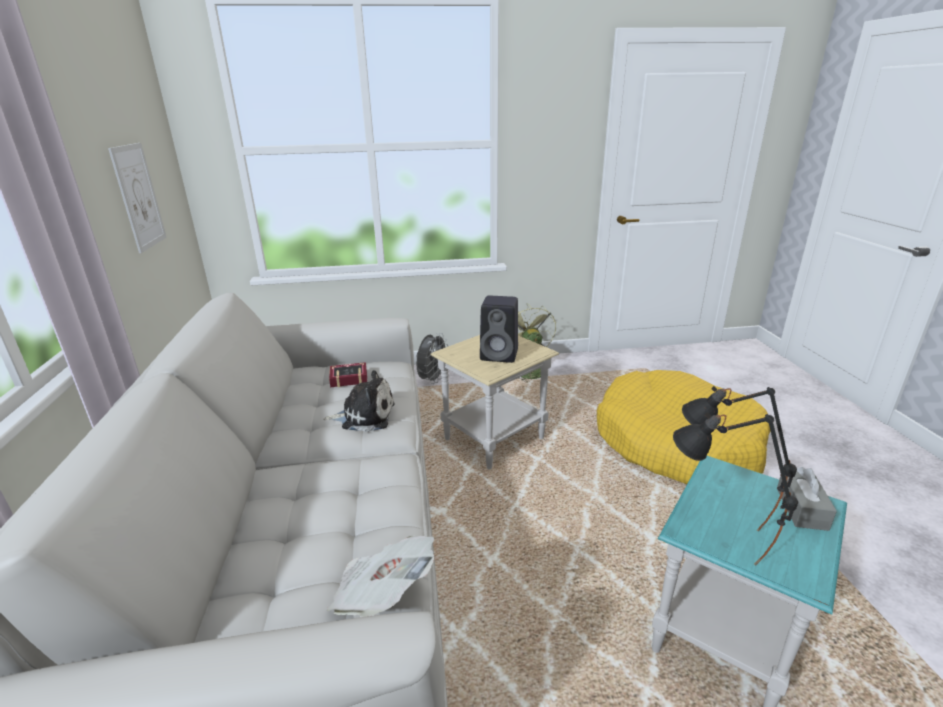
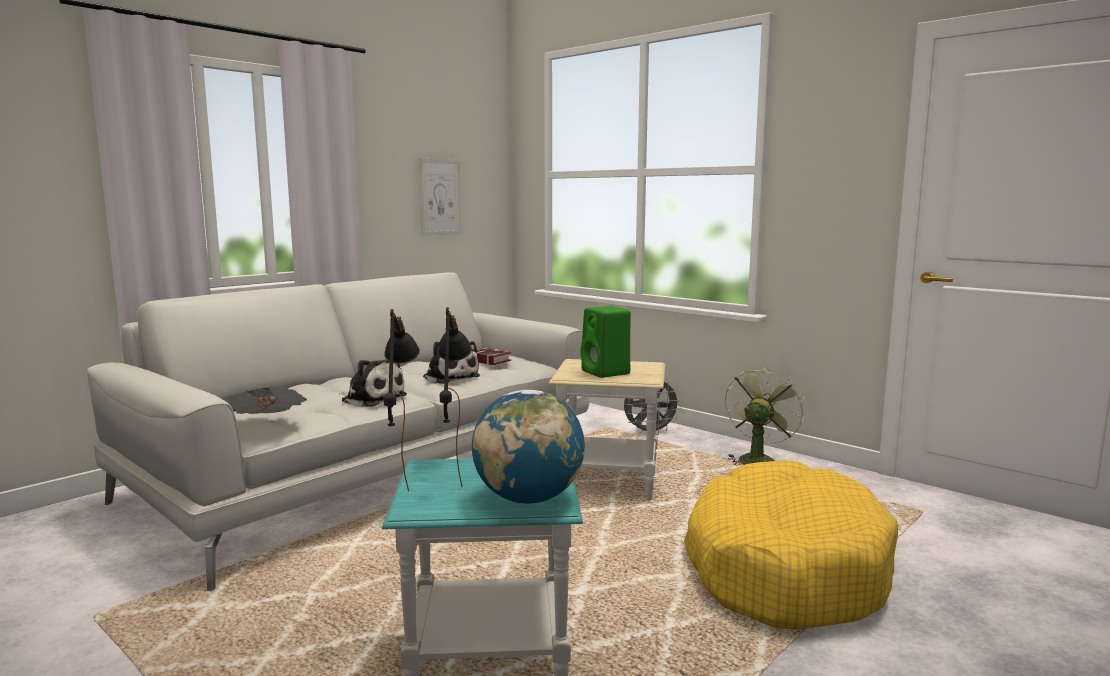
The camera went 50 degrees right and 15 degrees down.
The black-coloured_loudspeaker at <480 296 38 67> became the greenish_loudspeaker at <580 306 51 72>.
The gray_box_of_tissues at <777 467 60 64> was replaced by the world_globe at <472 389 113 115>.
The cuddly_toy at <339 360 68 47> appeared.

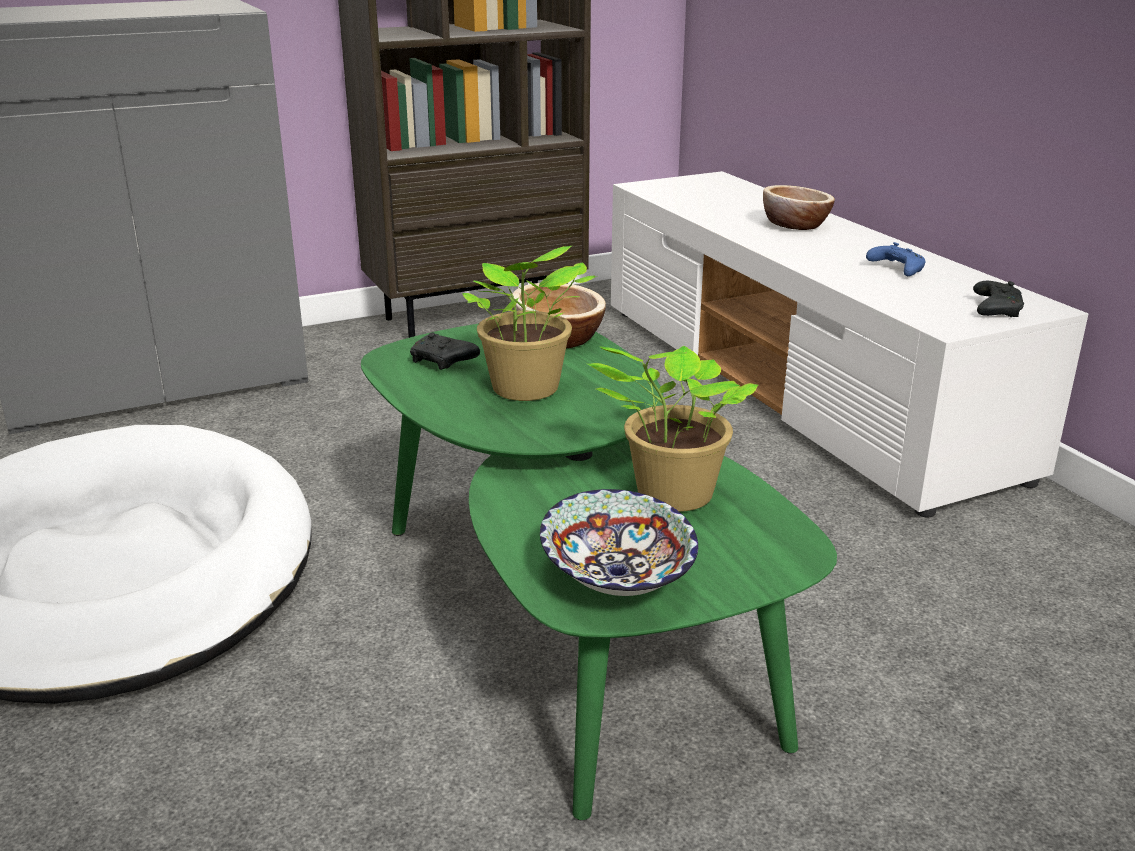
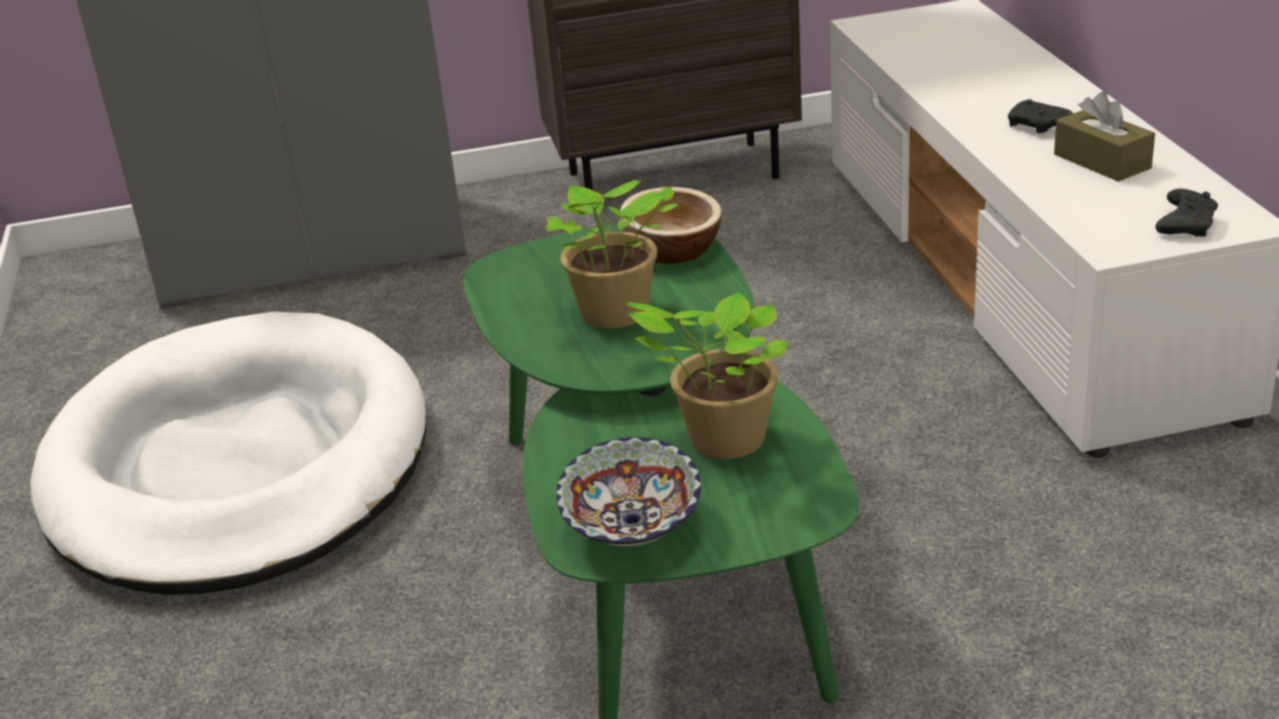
The camera went 15 degrees right and 5 degrees up.
The serving_bowl at <763 185 72 45> disappeared.
The bluish_game_controller at <866 242 59 34> was replaced by the brown-coloured_box_of_tissues at <1054 91 101 91>.
The black-coloured_game_controller moved from <410 333 70 37> to <1008 99 65 35>.

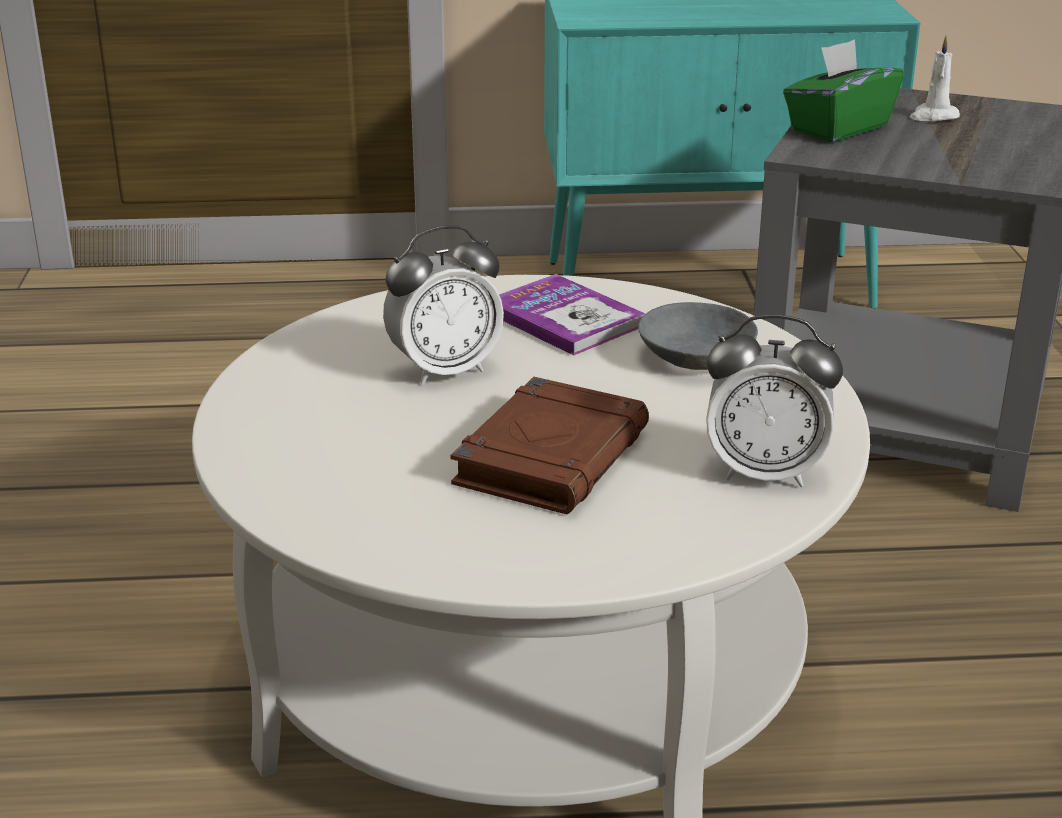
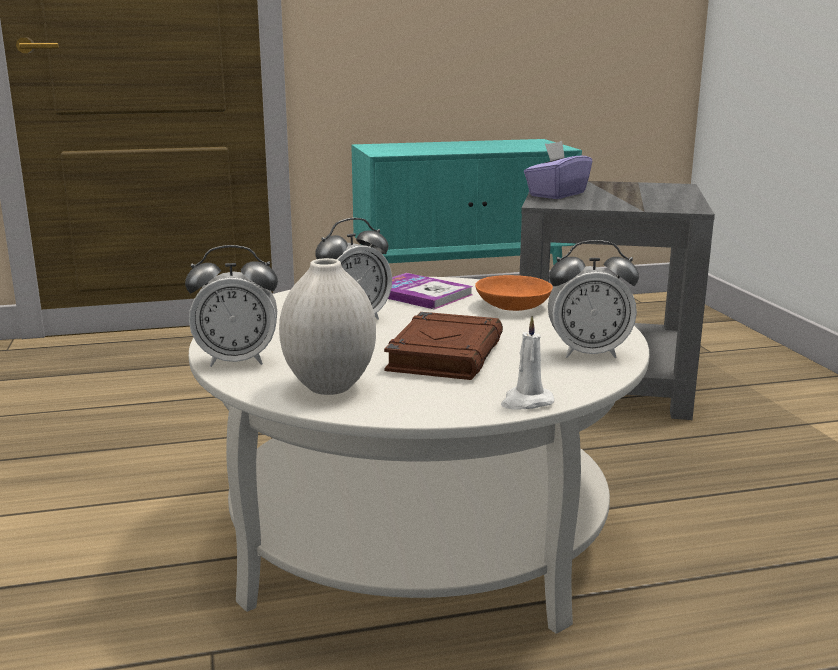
The camera went 10 degrees left and 10 degrees down.
The white_candle moved from <910 36 50 85> to <501 316 53 93>.
The greenish_box_of_tissues at <783 39 121 103> became the purple-coloured_box_of_tissues at <524 141 68 58>.
The gray_serving_bowl at <638 302 120 68> became the orangey_serving_bowl at <475 275 78 36>.
The table_clock at <185 245 93 122> appeared.
The white_flower_vase at <279 258 97 137> appeared.

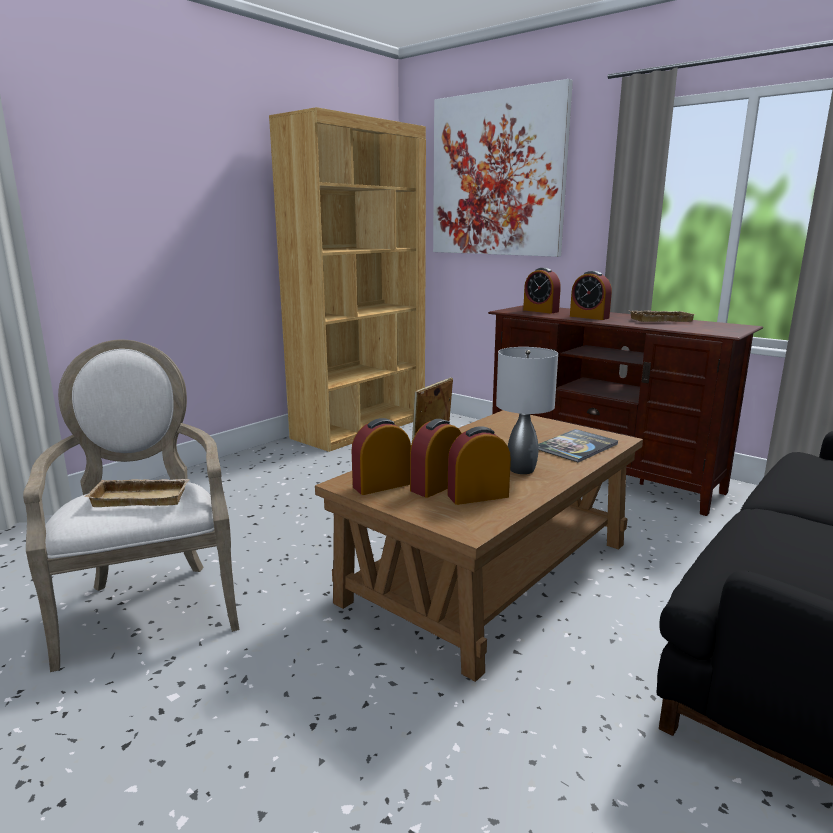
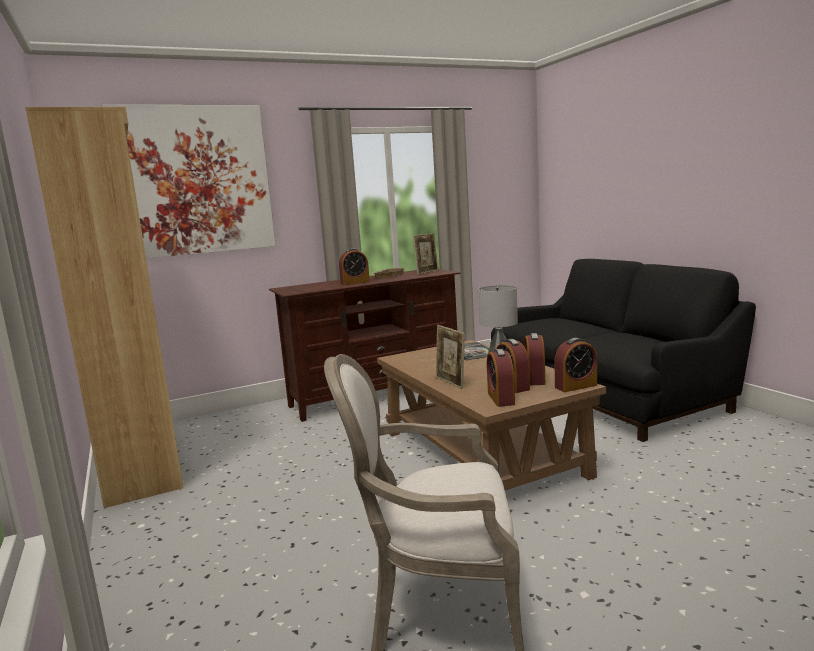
The camera went 65 degrees left and 5 degrees down.
The table_clock moved from <523 268 38 45> to <554 338 43 54>.
The beige_serving_tray at <84 479 106 28> disappeared.
The photo_frame at <413 233 25 42> appeared.

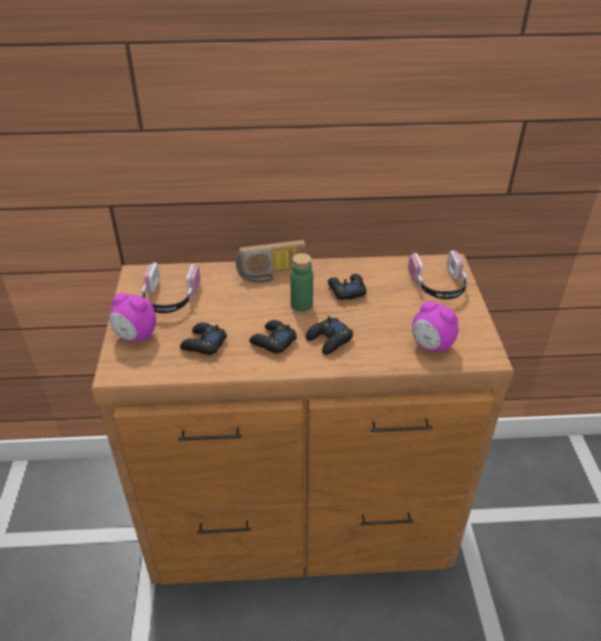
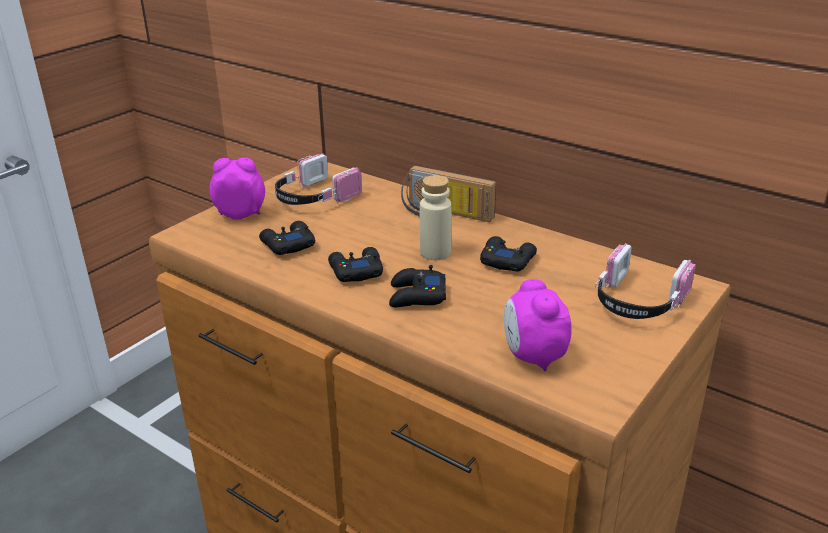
The camera went 40 degrees right and 10 degrees down.
The greenish_bottle at <290 253 23 59> became the beige_bottle at <420 175 32 85>.
The table_clock at <110 293 46 48> turned 120 degrees clockwise.

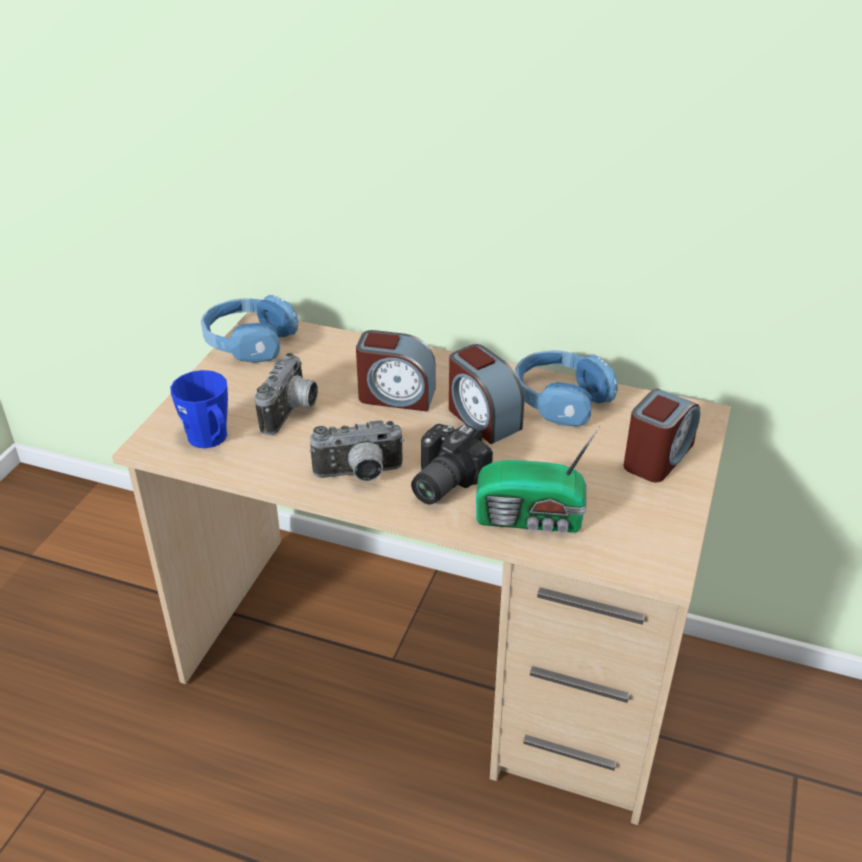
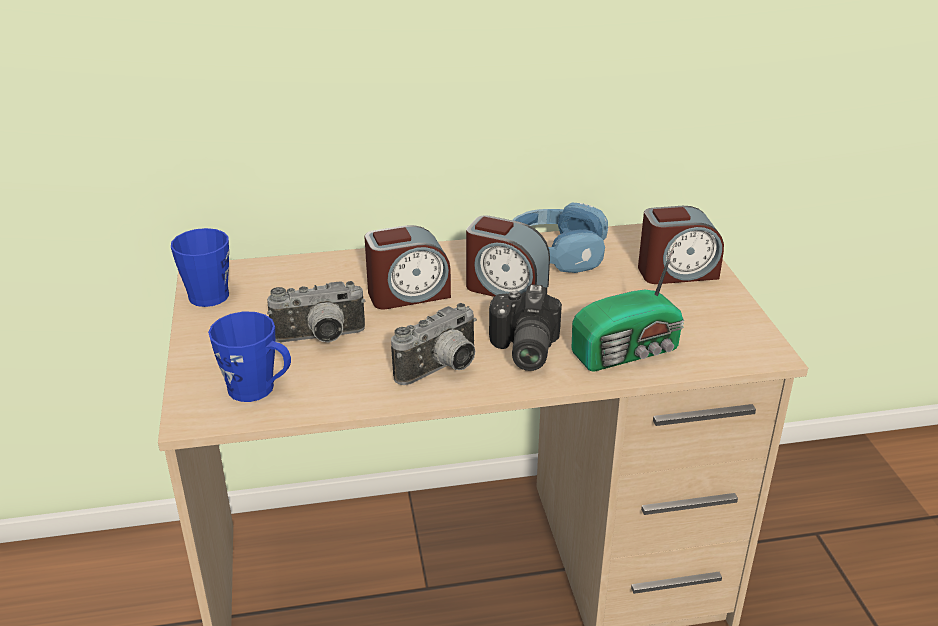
The camera went 30 degrees left and 5 degrees down.
The bluish_pair_of_headphones at <201 295 97 68> was replaced by the bluish_coffee_mug at <171 228 58 79>.
The photo_camera at <254 353 64 82> turned 90 degrees clockwise.
The table_clock at <623 388 77 94> turned 75 degrees clockwise.

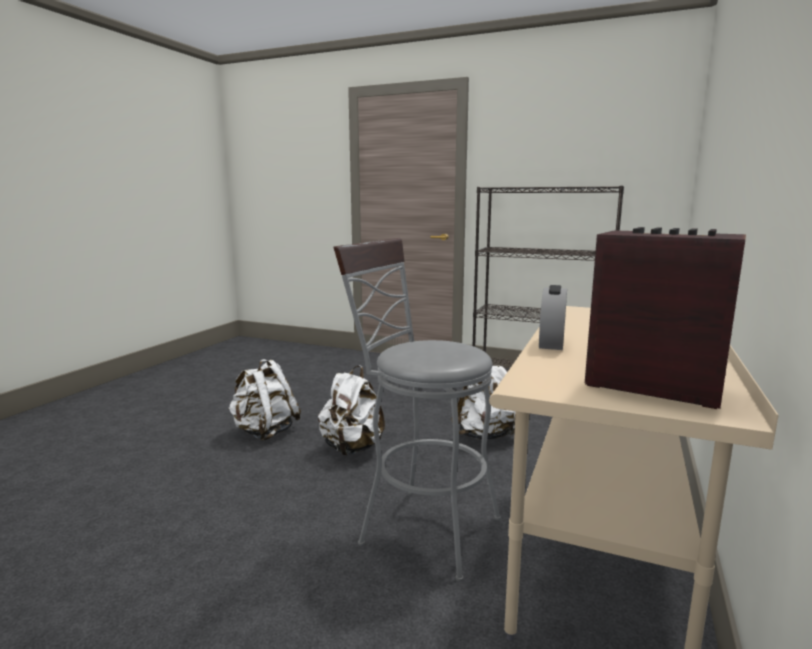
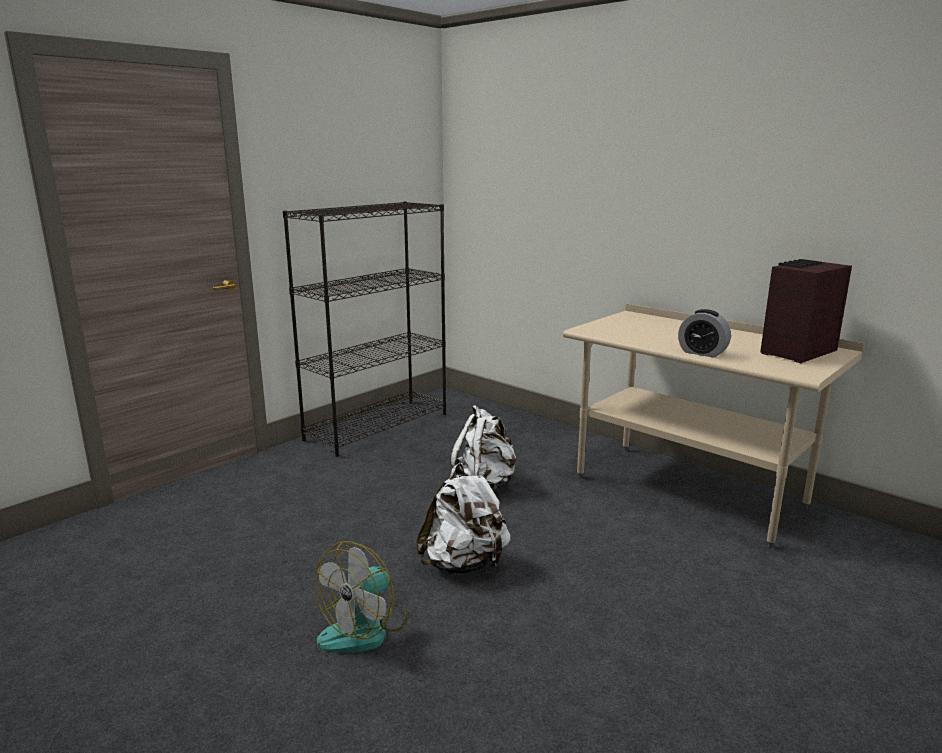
The camera went 70 degrees left and 5 degrees up.
The gray_stool at <334 238 167 344> disappeared.
The white_knapsack at <228 359 73 82> was replaced by the fan at <315 541 93 112>.

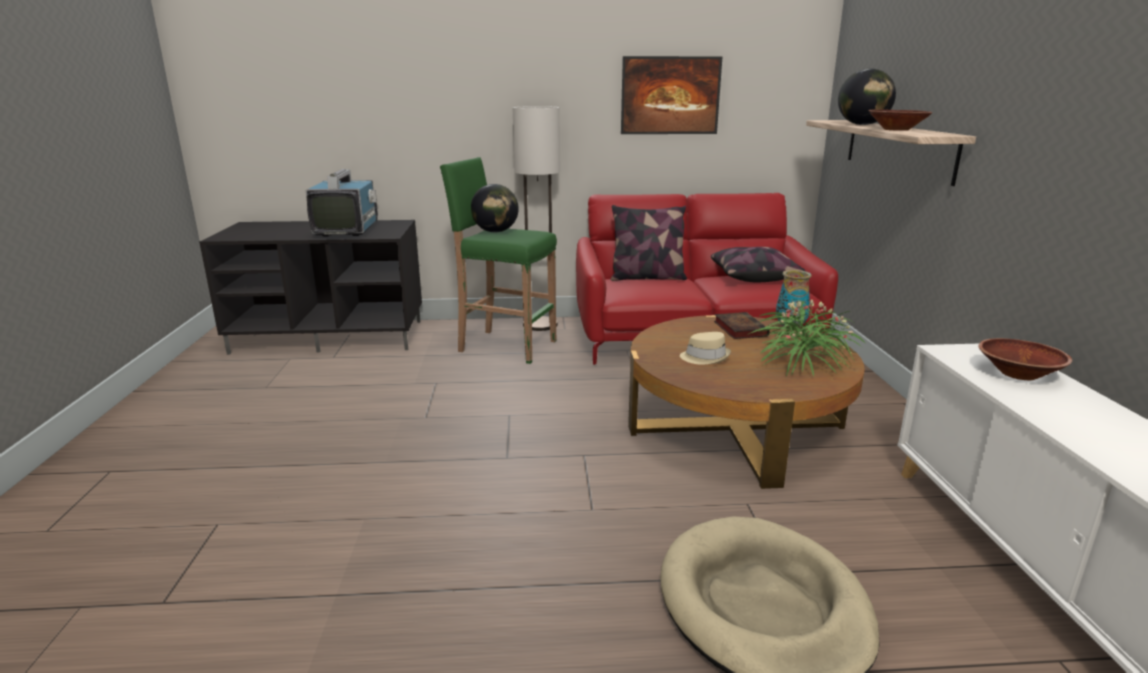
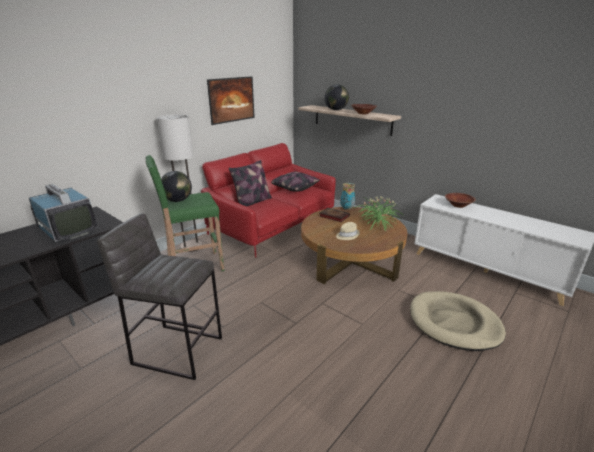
The camera went 45 degrees left and 5 degrees up.
The gray_stool at <97 213 125 167> appeared.

